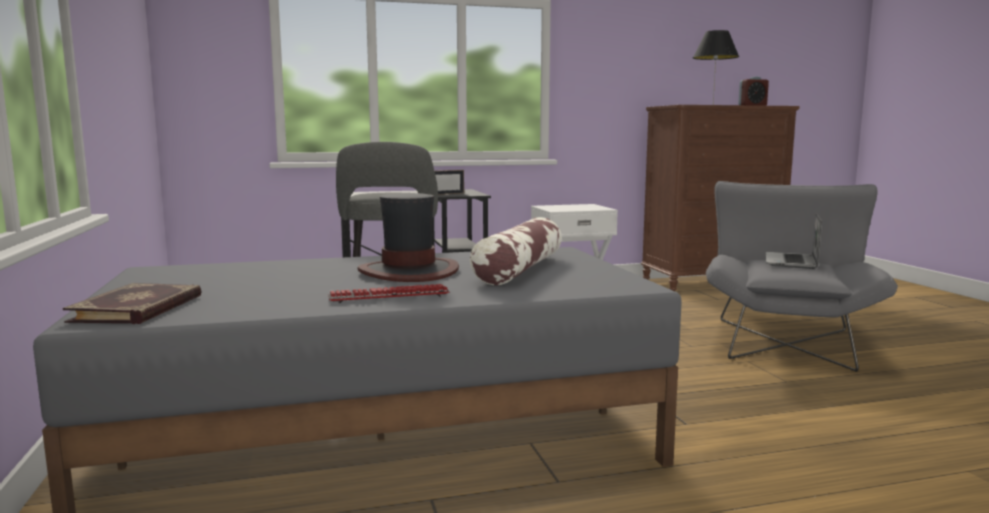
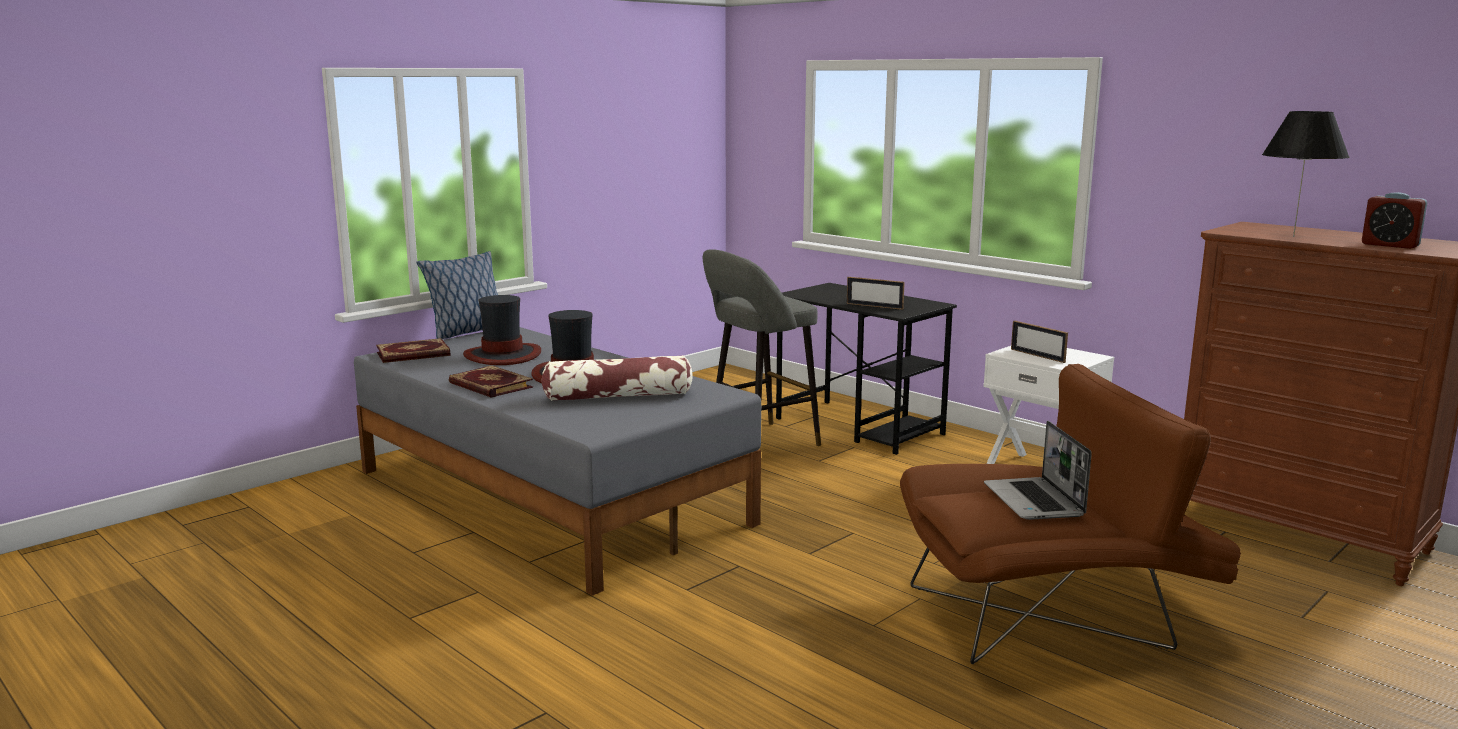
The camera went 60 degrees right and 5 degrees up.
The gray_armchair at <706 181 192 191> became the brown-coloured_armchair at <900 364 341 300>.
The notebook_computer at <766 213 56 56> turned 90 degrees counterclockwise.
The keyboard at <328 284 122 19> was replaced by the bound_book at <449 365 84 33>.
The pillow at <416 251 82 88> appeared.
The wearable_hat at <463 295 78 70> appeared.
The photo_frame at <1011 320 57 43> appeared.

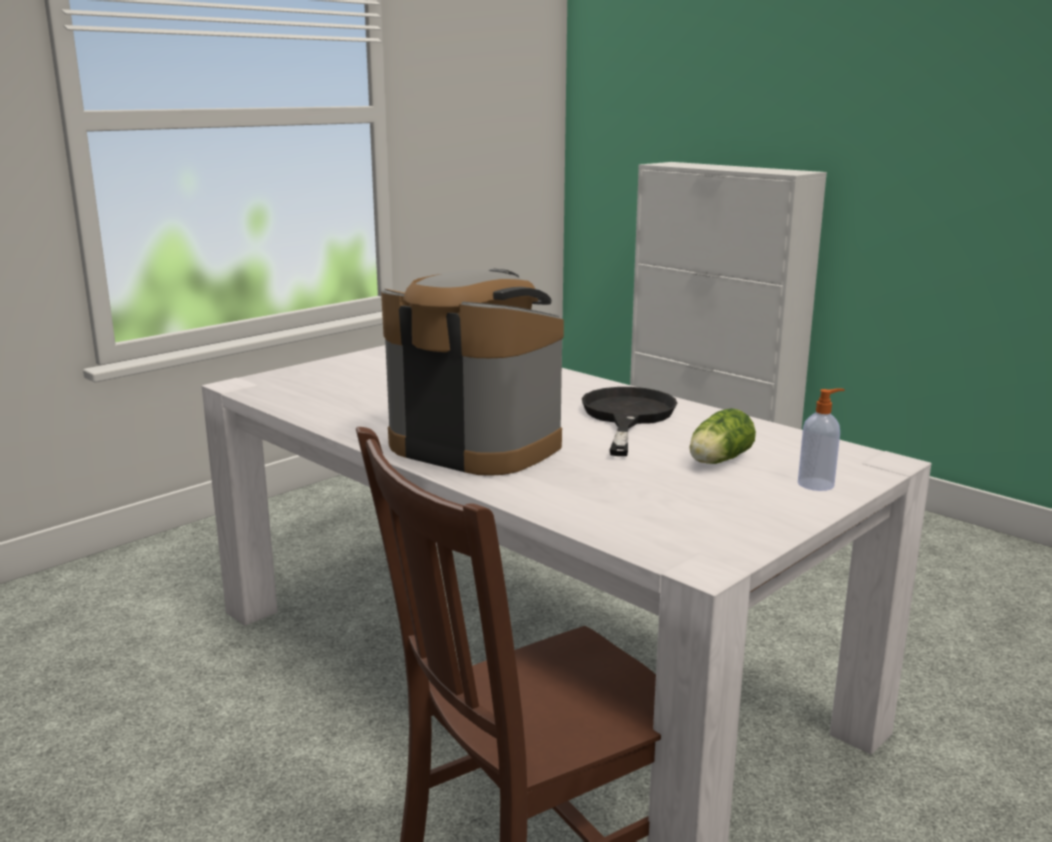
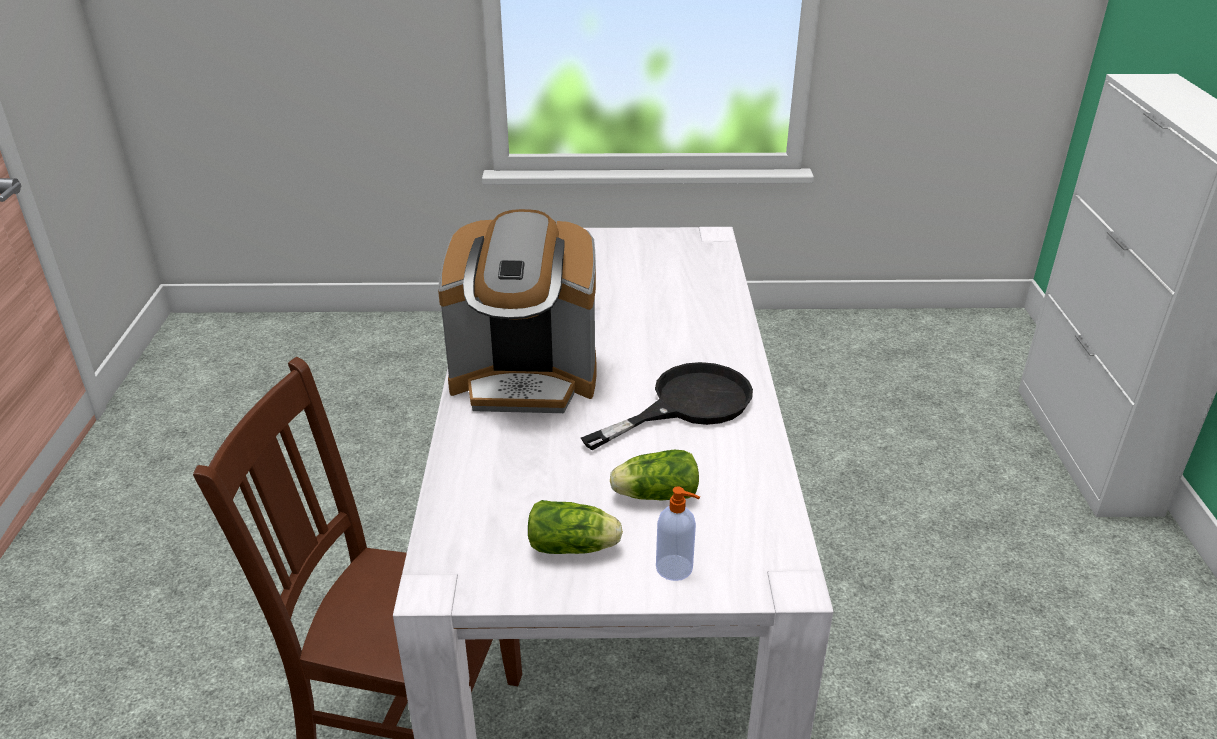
The camera went 45 degrees right and 15 degrees up.
The coffee_maker at <381 269 183 207> turned 105 degrees clockwise.
The lettuce_head at <528 500 95 54> appeared.

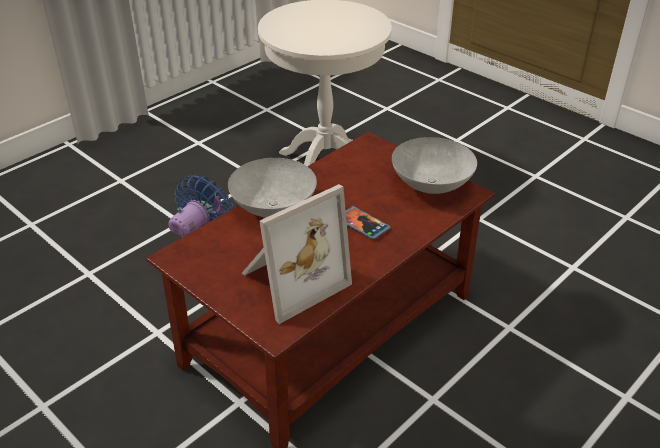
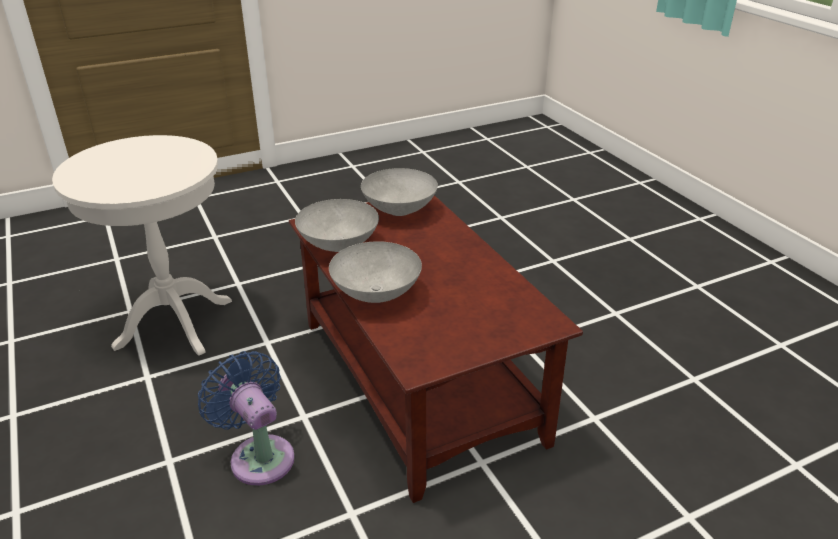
The camera went 70 degrees left and 5 degrees down.
The photo_frame at <242 184 110 140> disappeared.
The telephone at <346 206 45 34> disappeared.
The gray_serving_bowl at <295 199 84 53> appeared.

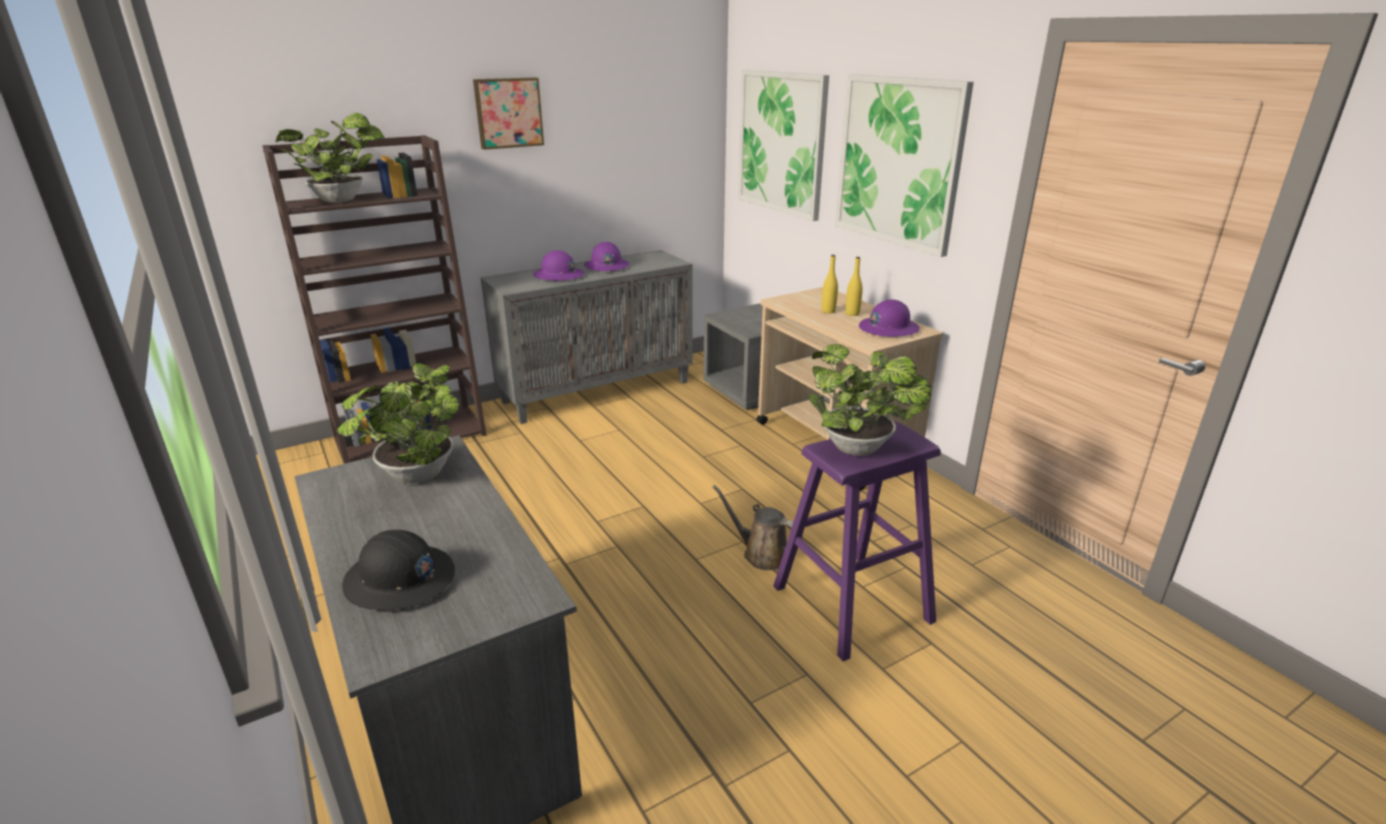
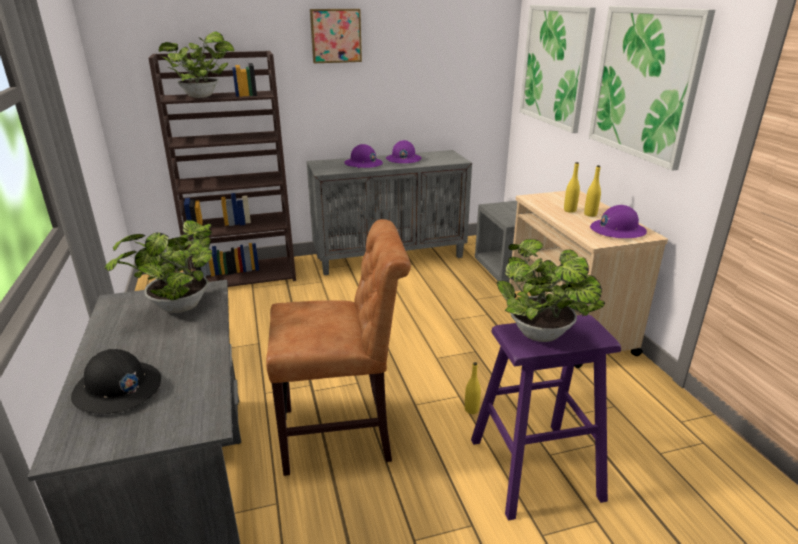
The camera went 15 degrees right and 0 degrees up.
The brown-coloured_sprinkling_can at <713 485 90 85> was replaced by the yellow_bottle at <465 362 16 52>.
The brown-coloured_plain_chair at <266 219 145 257> appeared.

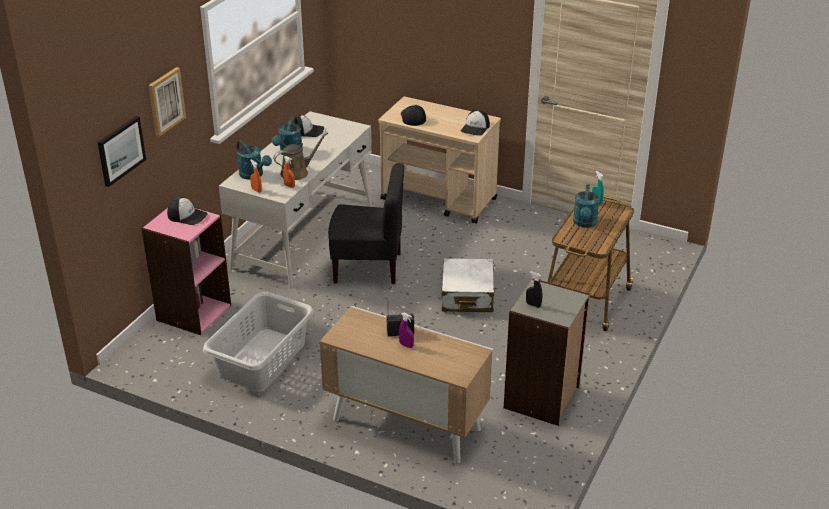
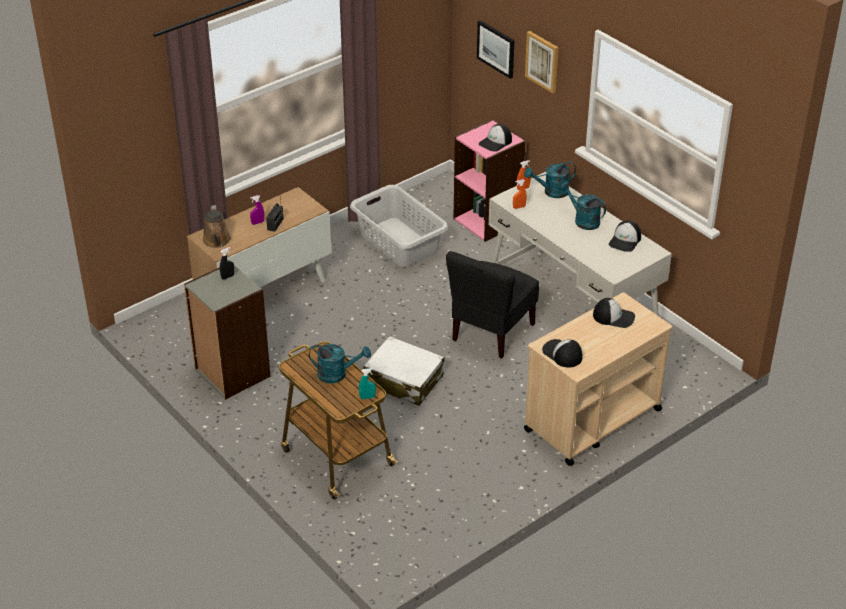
The camera went 115 degrees right and 5 degrees up.
The brown-coloured_sprinkling_can moved from <273 133 55 47> to <203 205 28 43>.
The turquoise_sprinkling_can at <573 184 26 44> turned 150 degrees clockwise.

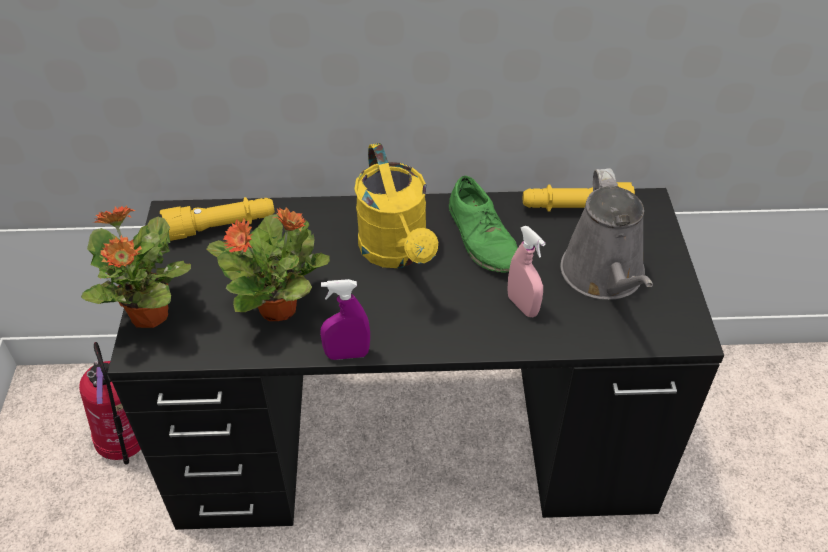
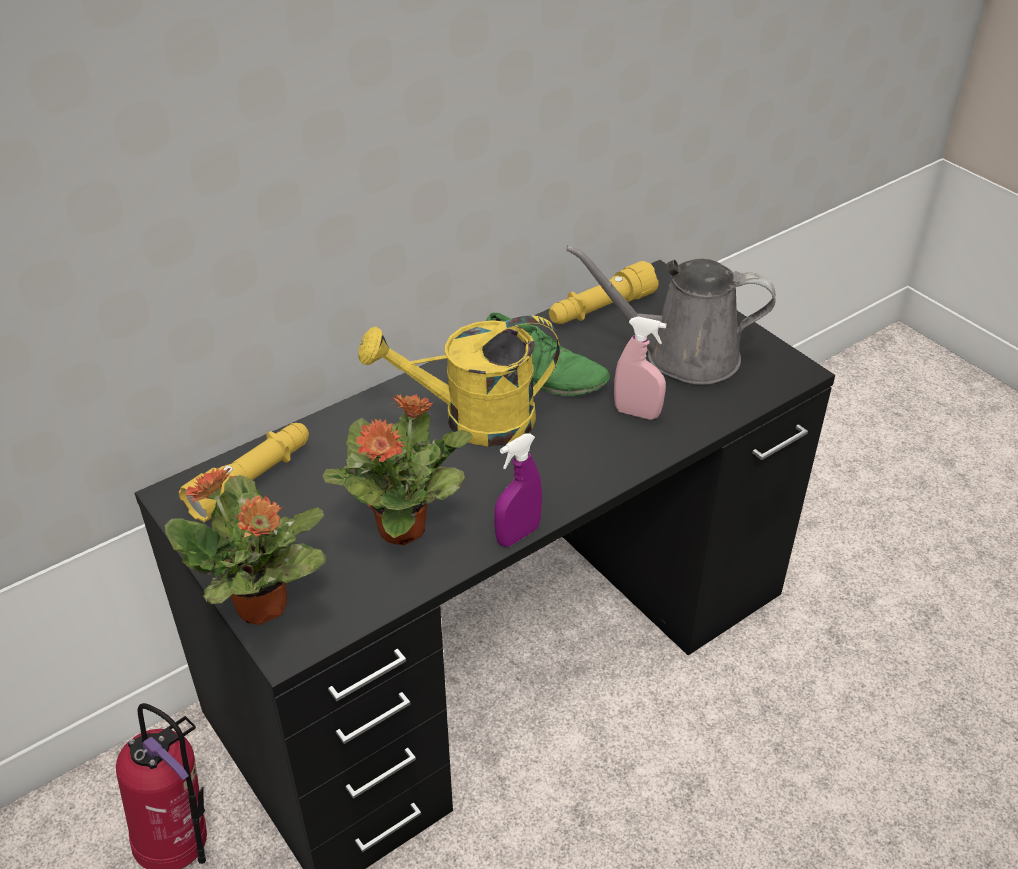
The camera went 35 degrees left and 5 degrees down.
The yellow_sprinkling_can at <354 143 84 125> turned 135 degrees clockwise.
The gray_sprinkling_can at <561 168 92 132> turned 135 degrees clockwise.

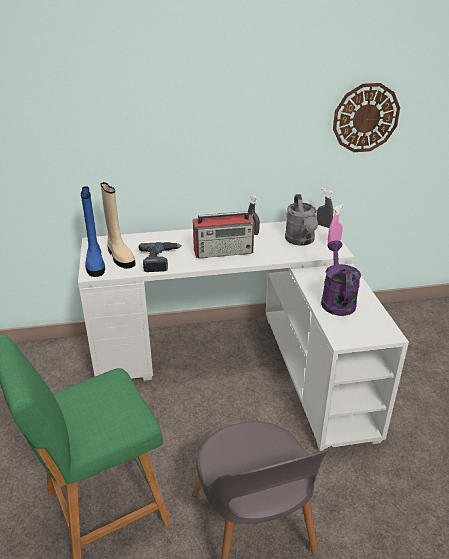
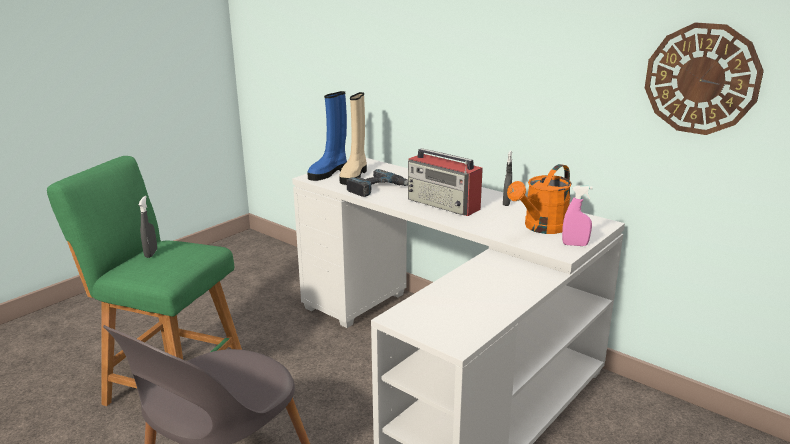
The camera went 50 degrees right and 10 degrees down.
The gray_hand_sprayer moved from <317 188 16 40> to <138 196 19 62>.
The gray_sprinkling_can at <285 194 33 52> became the orangey_sprinkling_can at <507 164 65 70>.
The purple-coloured_sprinkling_can at <321 241 40 75> disappeared.

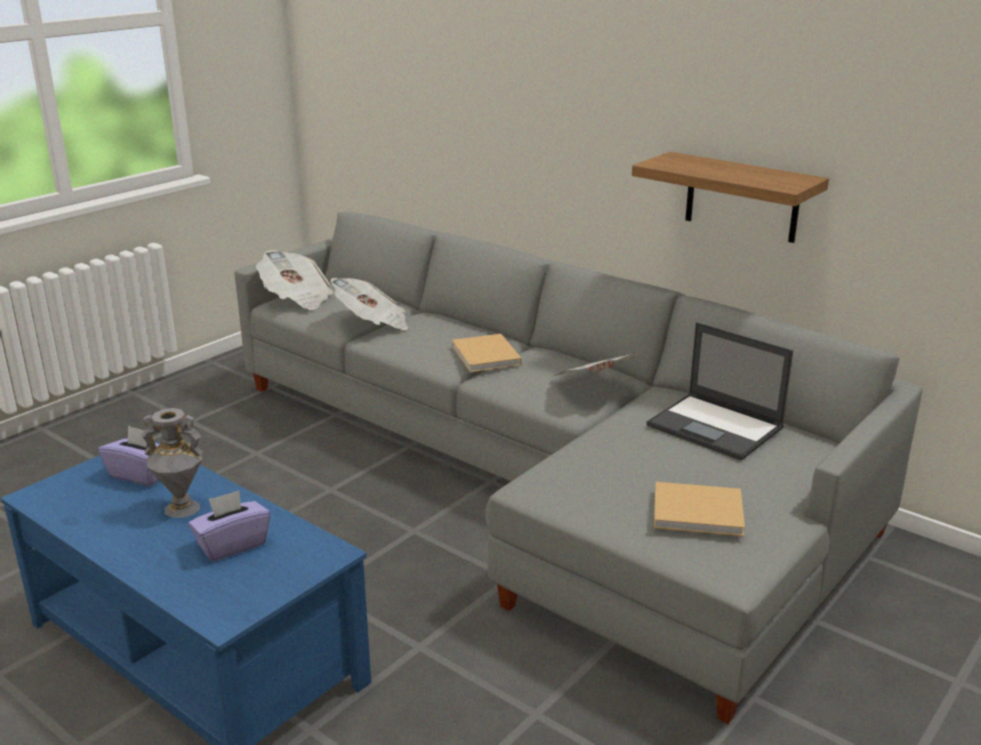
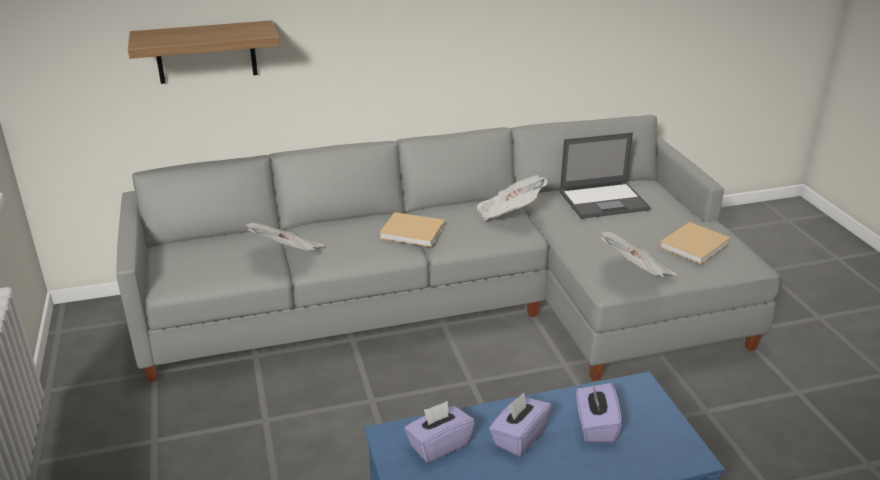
The camera went 55 degrees left and 5 degrees up.
The bracket_shelf moved from <632 152 197 91> to <128 20 152 64>.
The newspaper moved from <256 250 78 60> to <601 231 76 46>.
The gray_flower_vase at <141 408 62 110> was replaced by the purple-coloured_box_of_tissues at <489 392 63 65>.

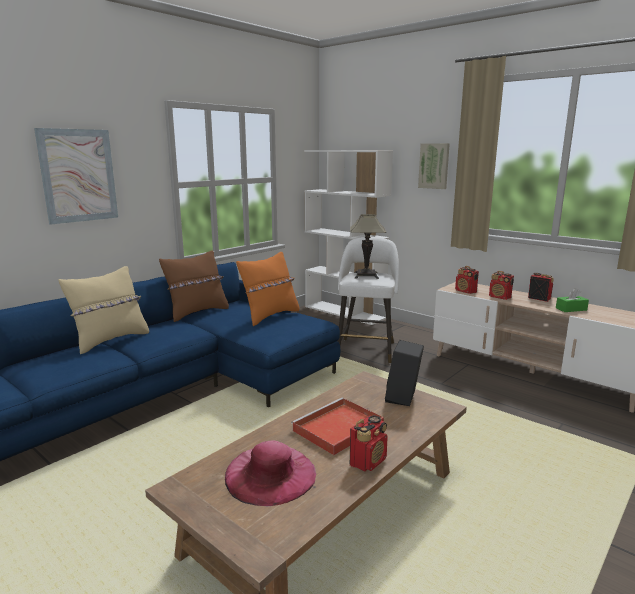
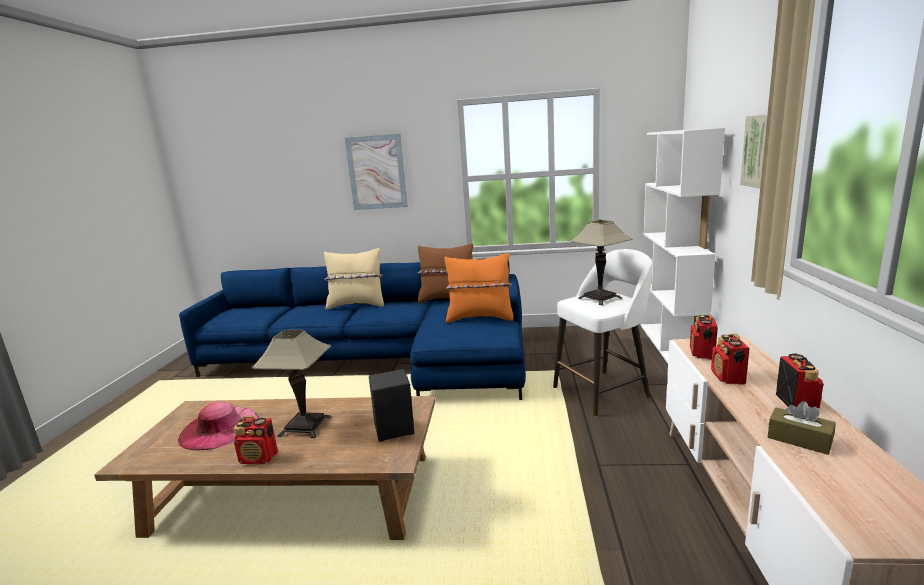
The camera went 55 degrees right and 0 degrees up.
The greenish_box_of_tissues at <556 288 33 24> became the brown-coloured_box_of_tissues at <768 401 68 54>.
The red_serving_tray at <291 398 93 57> was replaced by the table_lamp at <252 330 80 108>.

